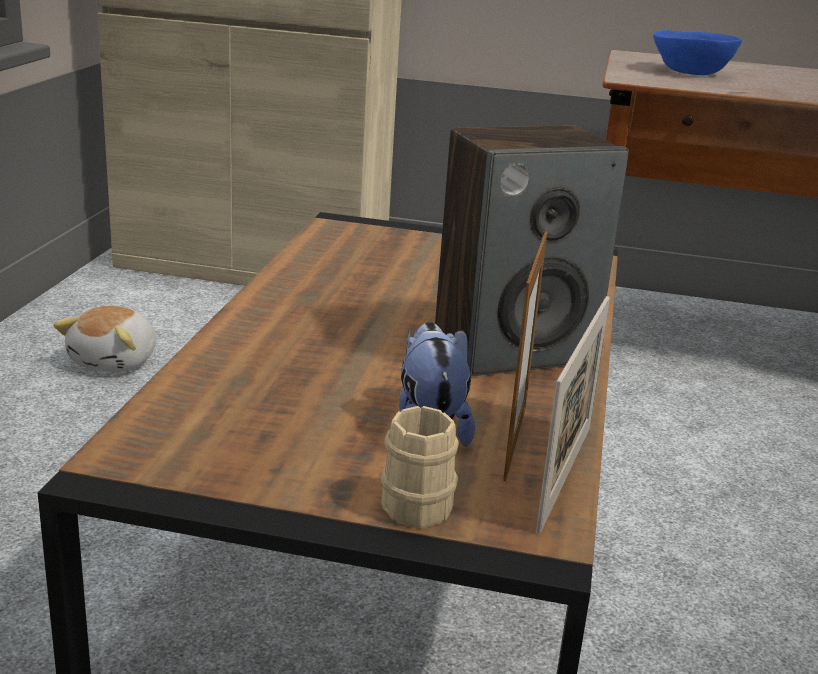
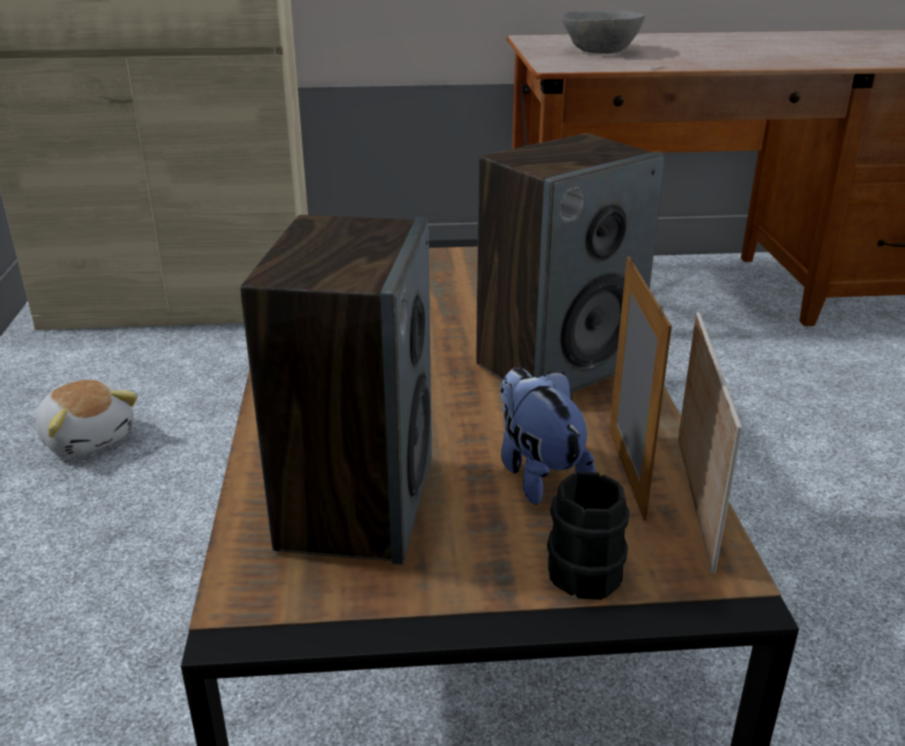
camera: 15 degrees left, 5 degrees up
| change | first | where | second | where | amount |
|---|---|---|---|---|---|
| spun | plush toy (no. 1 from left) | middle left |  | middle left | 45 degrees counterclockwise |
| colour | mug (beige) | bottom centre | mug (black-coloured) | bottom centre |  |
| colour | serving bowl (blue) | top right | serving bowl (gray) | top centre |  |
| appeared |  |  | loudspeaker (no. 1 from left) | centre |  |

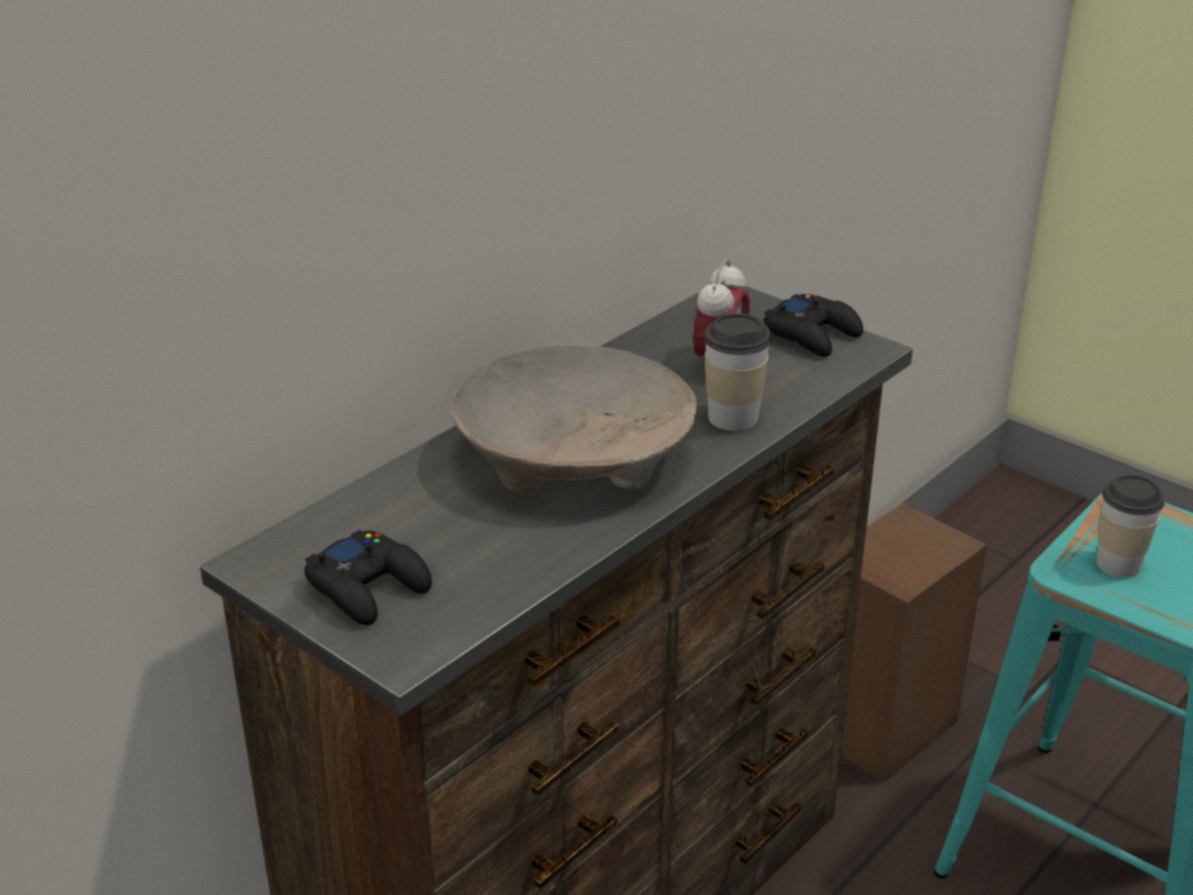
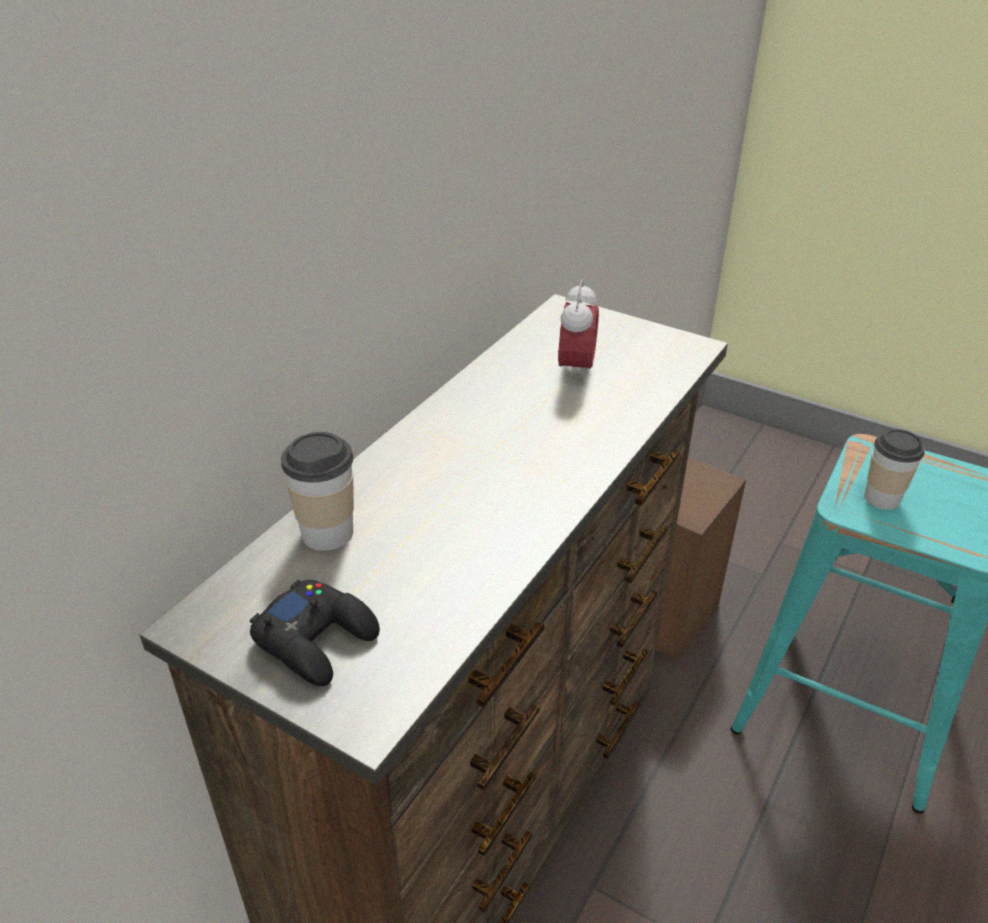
camera: 10 degrees left, 5 degrees up
| change | first | where | second | where | amount |
|---|---|---|---|---|---|
| missing | serving bowl (beige) | centre |  |  |  |
| relocated | small cup (no. 1 from left) | centre |  | middle left |  |
| missing | gamepad (black-coloured) (no. 2 from left) | middle right |  |  |  |

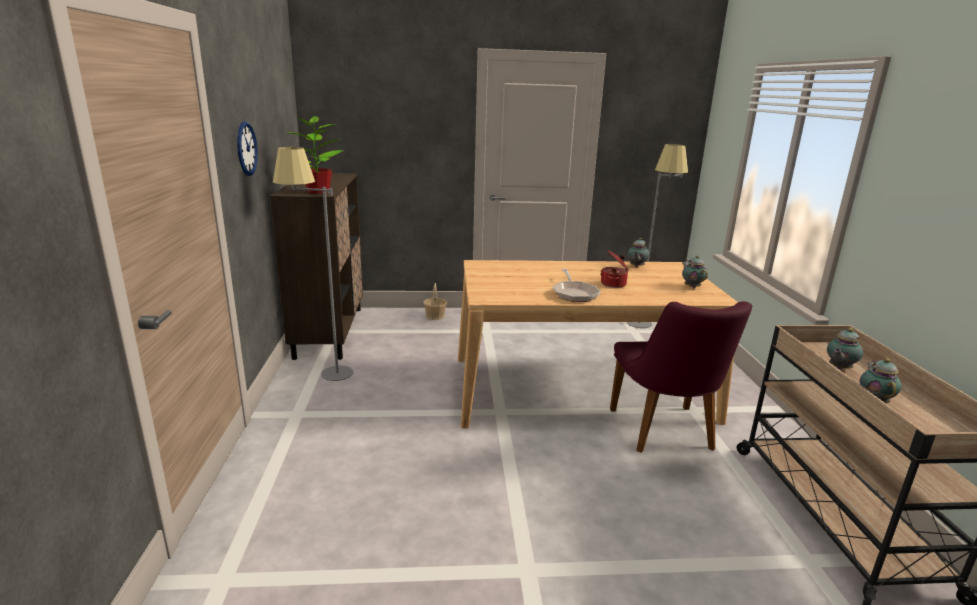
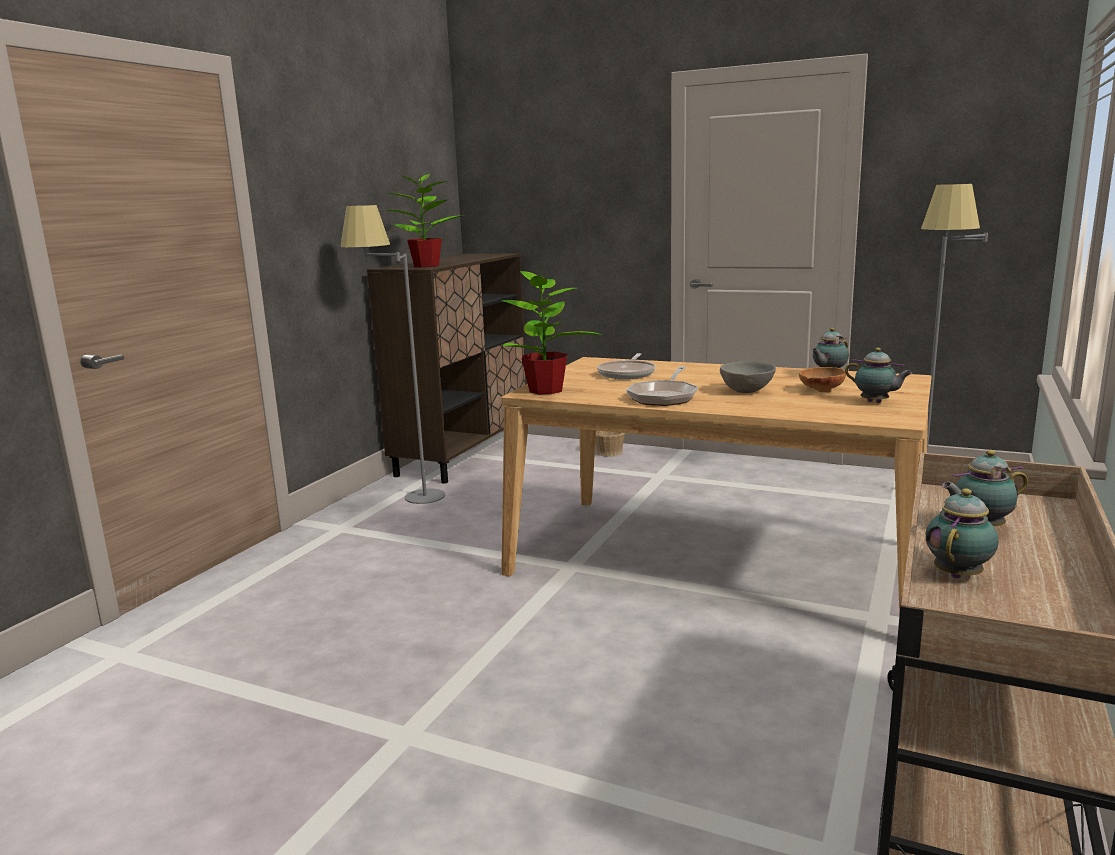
camera: 30 degrees right, 5 degrees down
| change | first | where | second | where | amount |
|---|---|---|---|---|---|
| missing | hanging clock | top left |  |  |  |
| exchanged | cooking pot | centre | serving bowl (gray) | middle right |  |
| missing | plain chair (purple) | middle right |  |  |  |
| spun | teapot (no. 2 from left) | middle right |  | middle right | 120 degrees clockwise |
| appeared |  |  | plant in a pot (no. 2 from left) | centre |  |
| appeared |  |  | frying pan (no. 1 from left) | centre |  |
| appeared |  |  | serving bowl (brownish) | middle right |  |

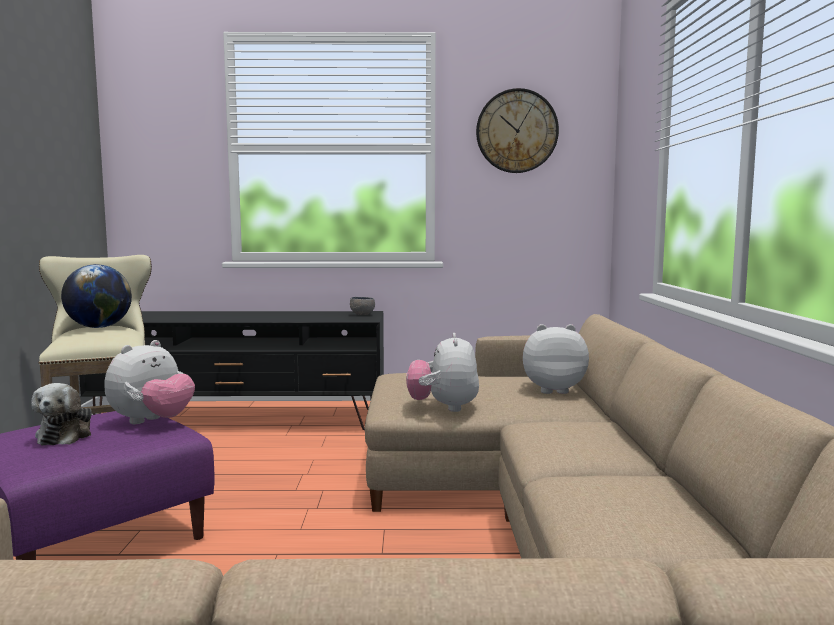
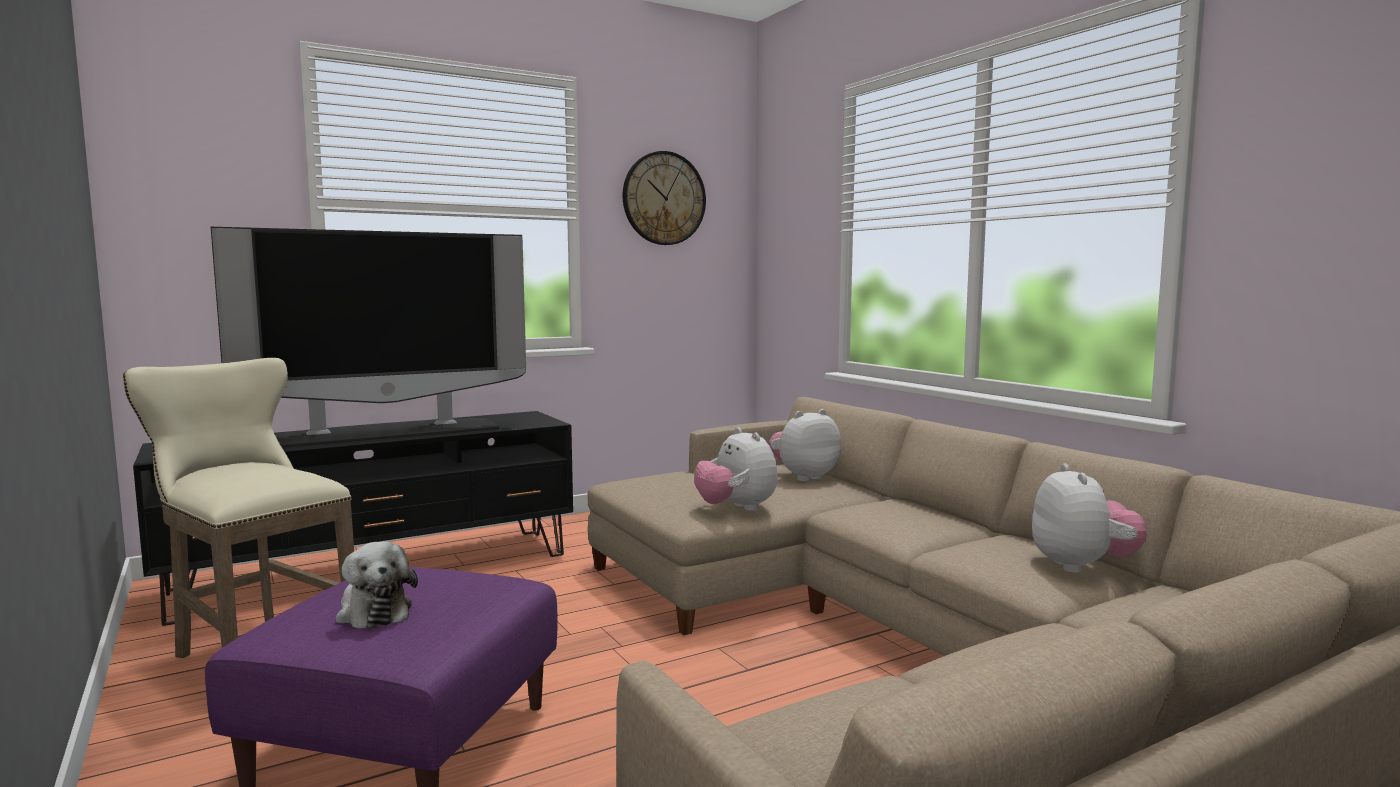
camera: 30 degrees left, 0 degrees up
| change | first | where | second | where | amount |
|---|---|---|---|---|---|
| missing | world globe | middle left |  |  |  |
| relocated | plush toy (no. 2 from left in the first image) | middle left | plush toy (no. 4 from left) | middle right |  |
| missing | serving bowl (gray) | centre |  |  |  |
| appeared |  |  | TV set | middle left |  |

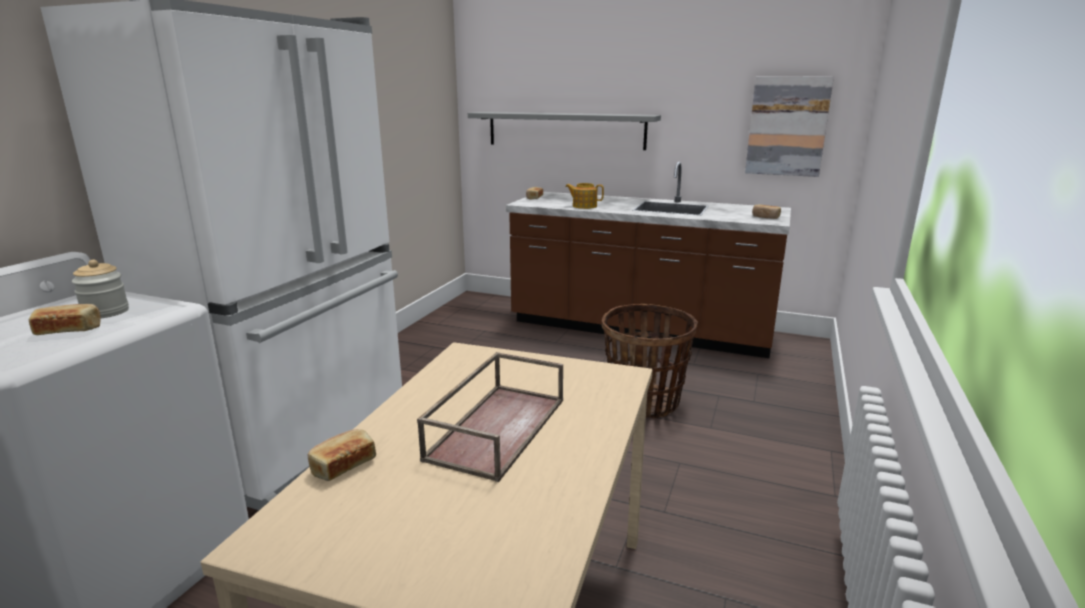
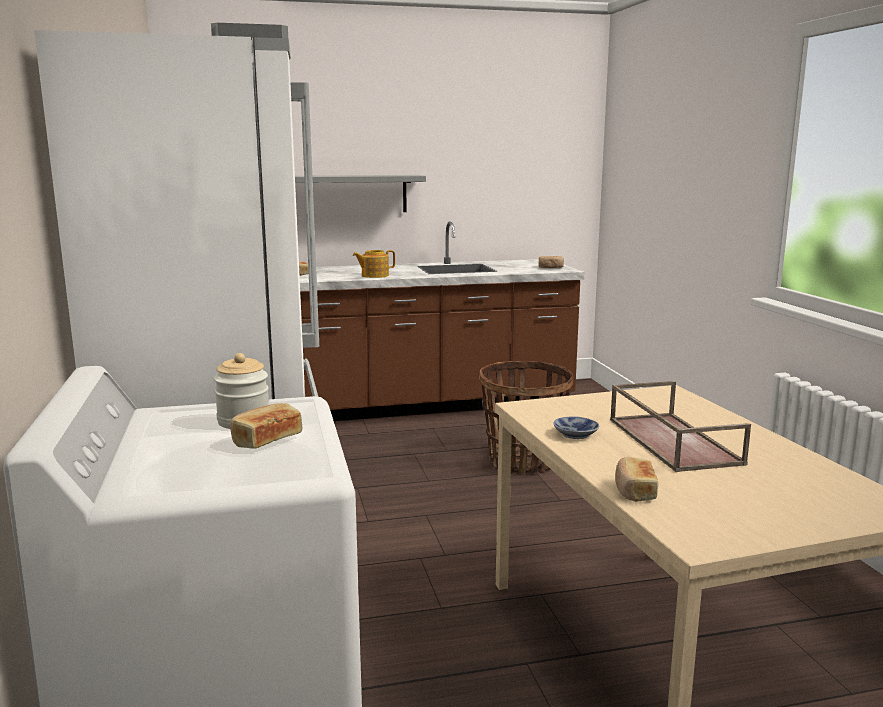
camera: 35 degrees left, 5 degrees down
| change | first | where | second | where | amount |
|---|---|---|---|---|---|
| missing | picture | top right |  |  |  |
| appeared |  |  | serving bowl | centre |  |

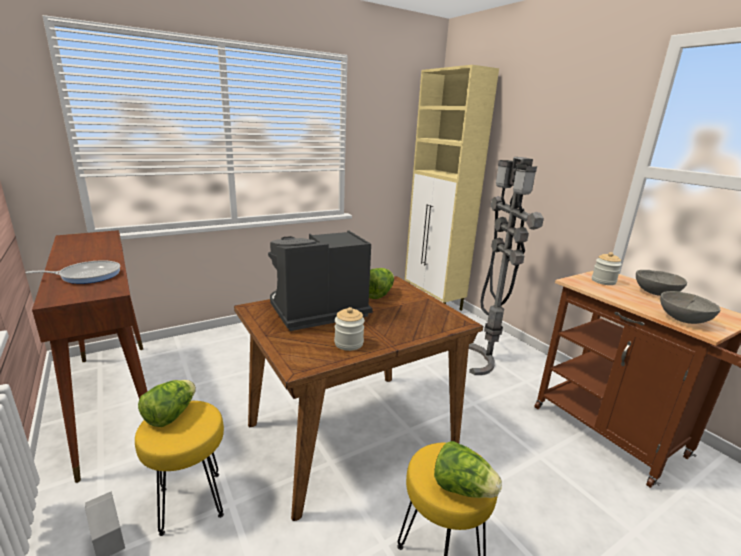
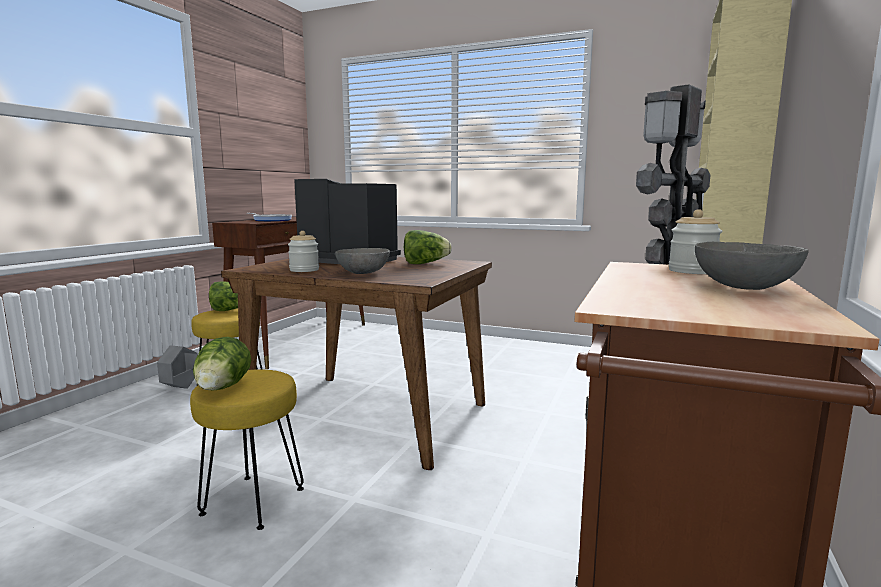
camera: 55 degrees right, 10 degrees down
| change | first | where | second | where | amount |
|---|---|---|---|---|---|
| relocated | serving bowl (gray) (no. 2 from left in the first image) | middle right | serving bowl (gray) (no. 1 from left) | centre |  |

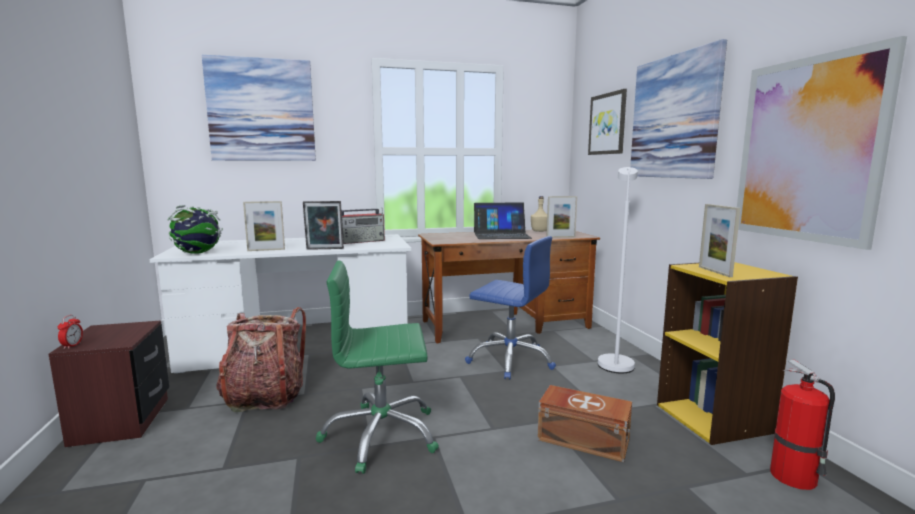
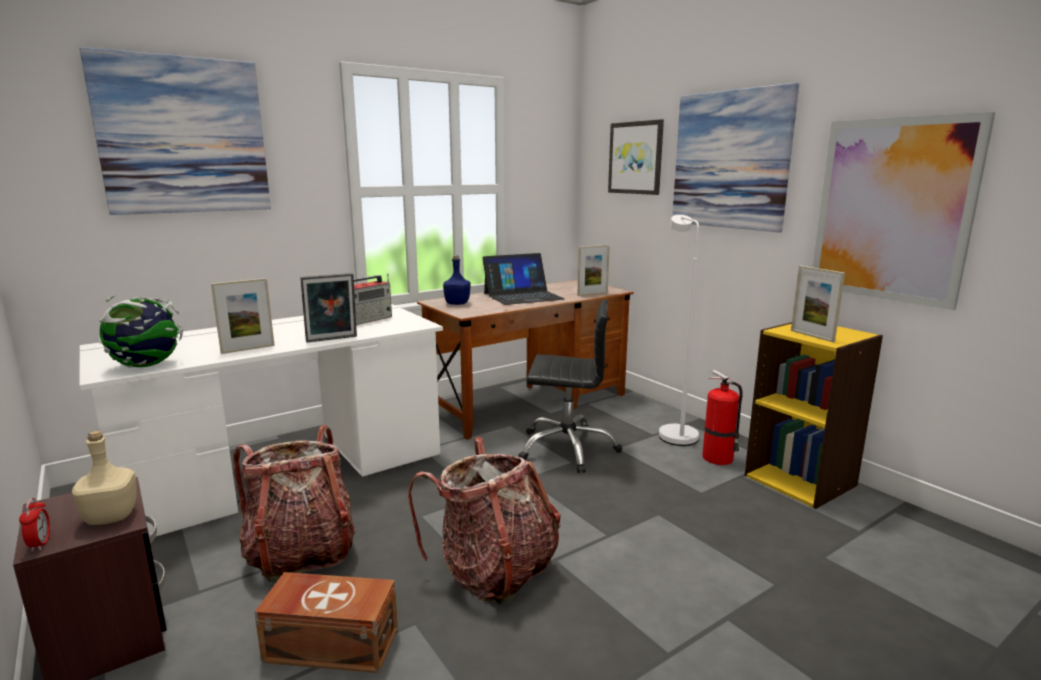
camera: 20 degrees left, 5 degrees up
| change | first | where | second | where | amount |
|---|---|---|---|---|---|
| exchanged | office chair (greenish) | bottom centre | rucksack (no. 2 from left) | bottom centre |  |
| colour | office chair (blue) | centre | office chair (black-coloured) | centre |  |
| relocated | drink bottle (beige) | centre |  | bottom left |  |
| relocated | storage bin (brownish) | bottom centre |  | bottom left |  |
| relocated | extinguisher | bottom right |  | middle right |  |
| appeared |  |  | drink bottle (blue) | centre |  |

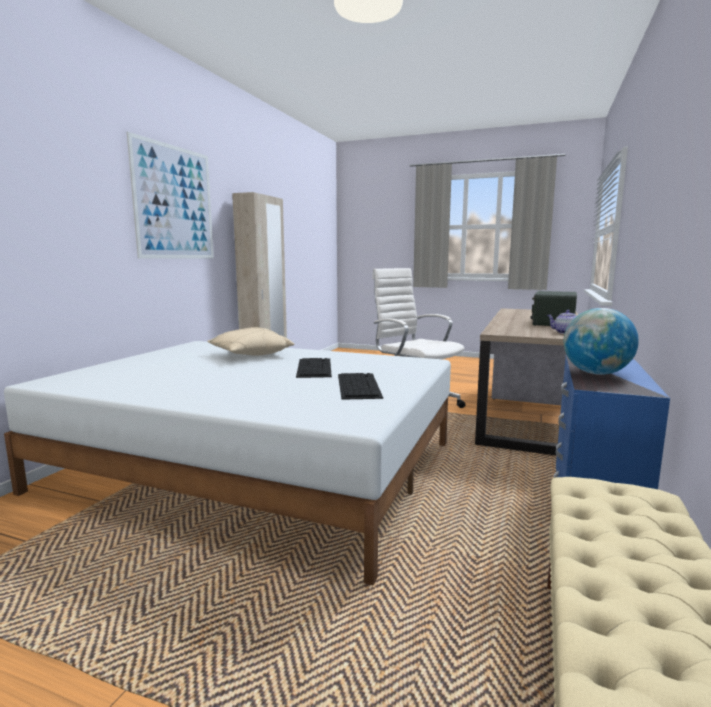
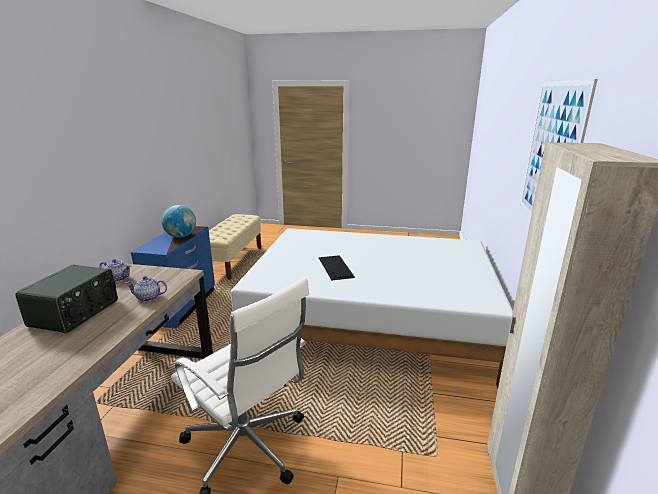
camera: 170 degrees right, 10 degrees up
| change | first | where | second | where | amount |
|---|---|---|---|---|---|
| missing | pillow (beige) | centre |  |  |  |
| missing | PC keyboard (no. 2 from left) | centre |  |  |  |
| appeared |  |  | teapot (no. 2 from left) | middle left |  |

